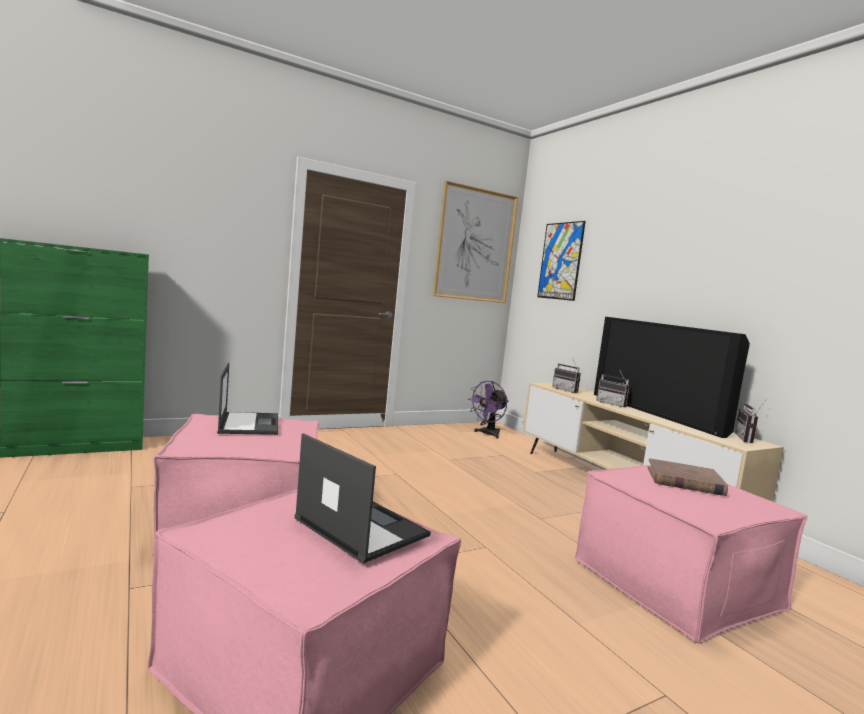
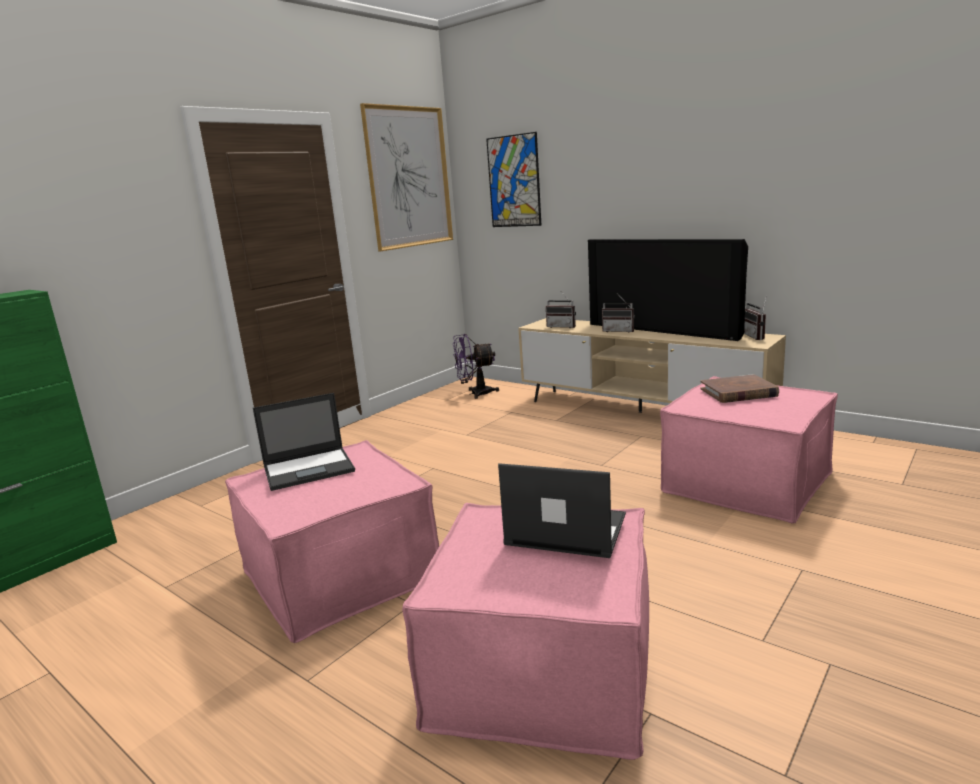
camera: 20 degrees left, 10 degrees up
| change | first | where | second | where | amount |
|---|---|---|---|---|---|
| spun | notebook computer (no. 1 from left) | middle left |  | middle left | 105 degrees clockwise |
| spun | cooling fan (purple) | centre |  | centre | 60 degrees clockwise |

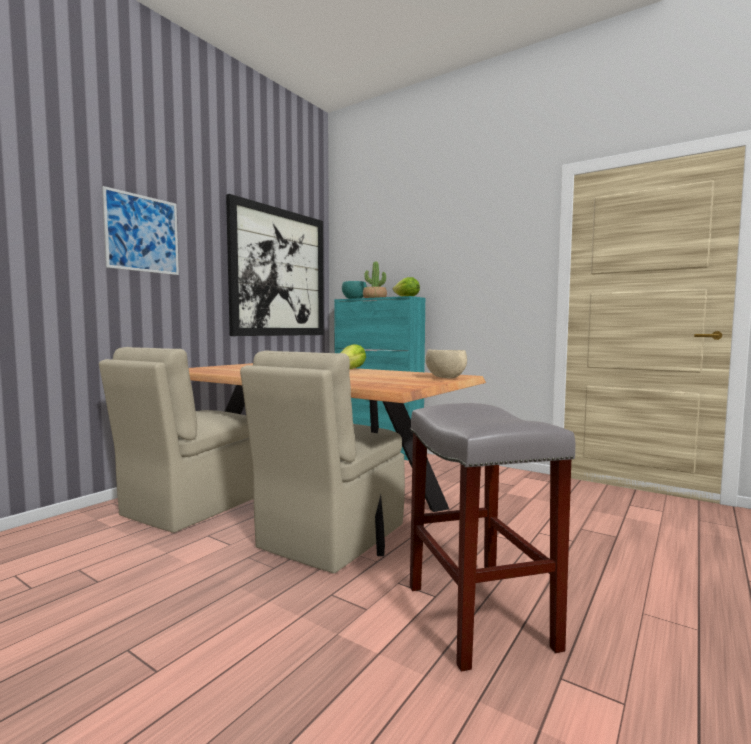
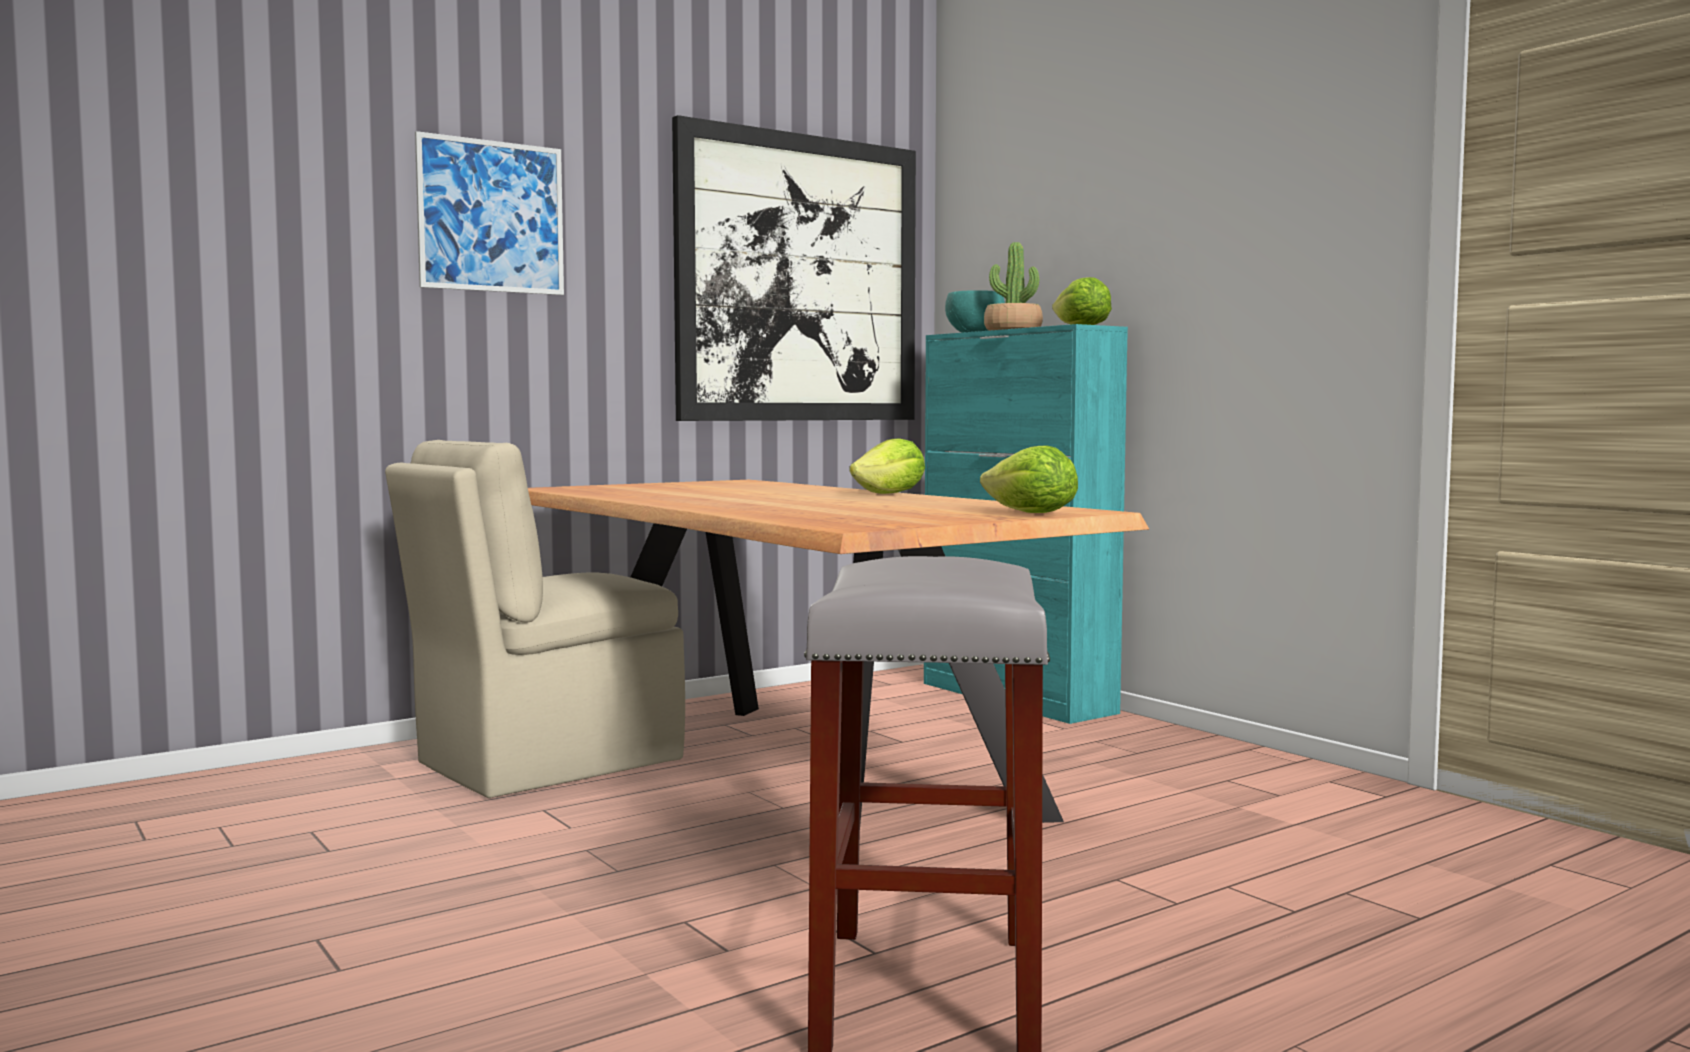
camera: 20 degrees right, 0 degrees up
| change | first | where | second | where | amount |
|---|---|---|---|---|---|
| missing | plain chair (beige) (no. 2 from left) | centre |  |  |  |
| exchanged | serving bowl (beige) | centre | lettuce head (no. 2 from left) | centre |  |

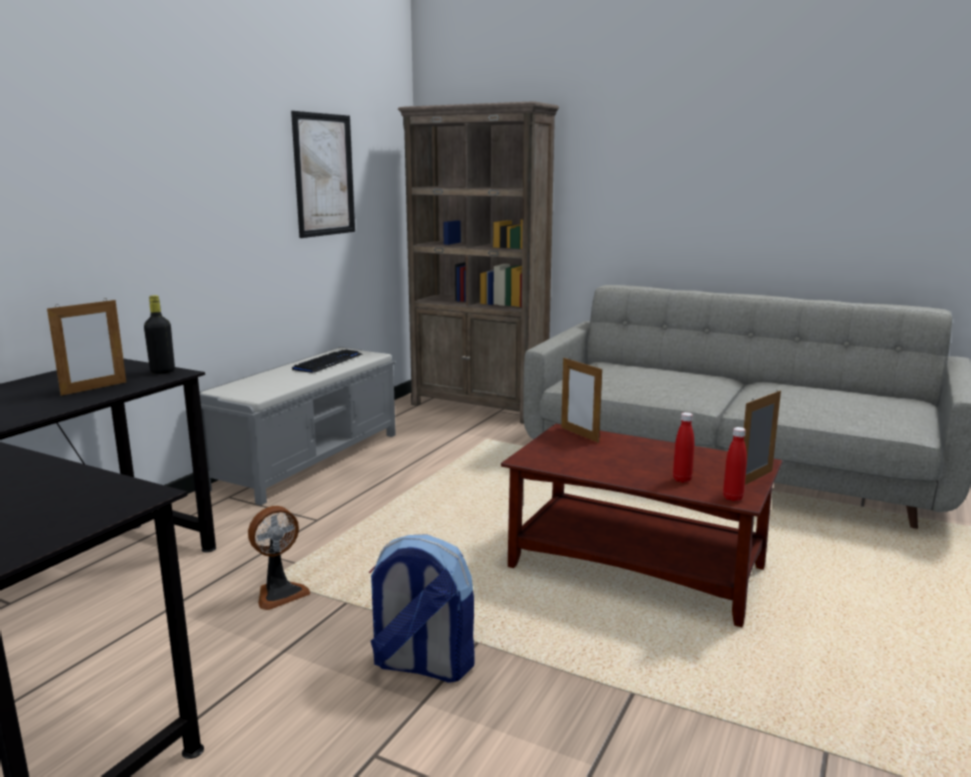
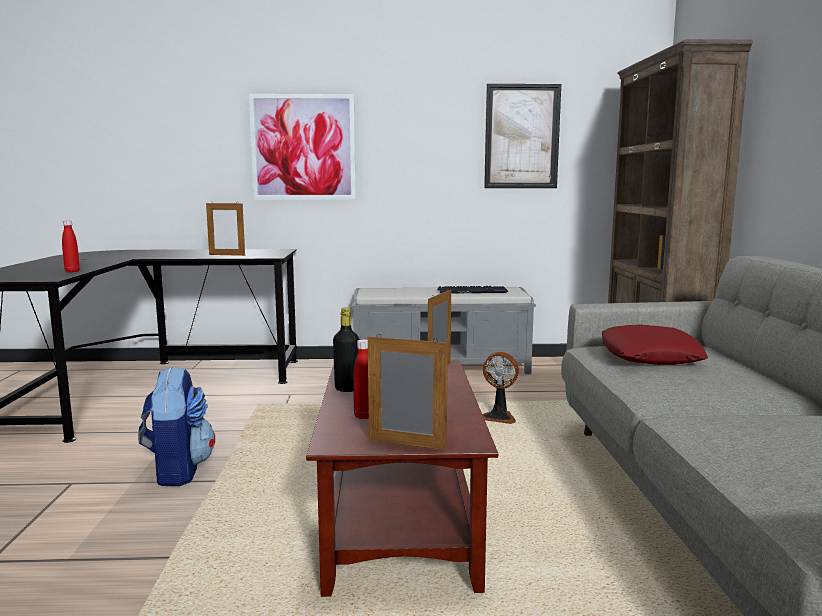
camera: 60 degrees right, 5 degrees down
| change | first | where | second | where | amount |
|---|---|---|---|---|---|
| relocated | drink bottle (black-coloured) | middle left |  | centre |  |
| relocated | cooling fan | bottom left |  | centre |  |
| relocated | drink bottle (red-coloured) (no. 2 from left in the first image) | middle right | drink bottle (red-coloured) (no. 1 from left) | middle left |  |
| appeared |  |  | picture (no. 1 from left) | top centre |  |
| appeared |  |  | pillow (red-coloured) | middle right |  |

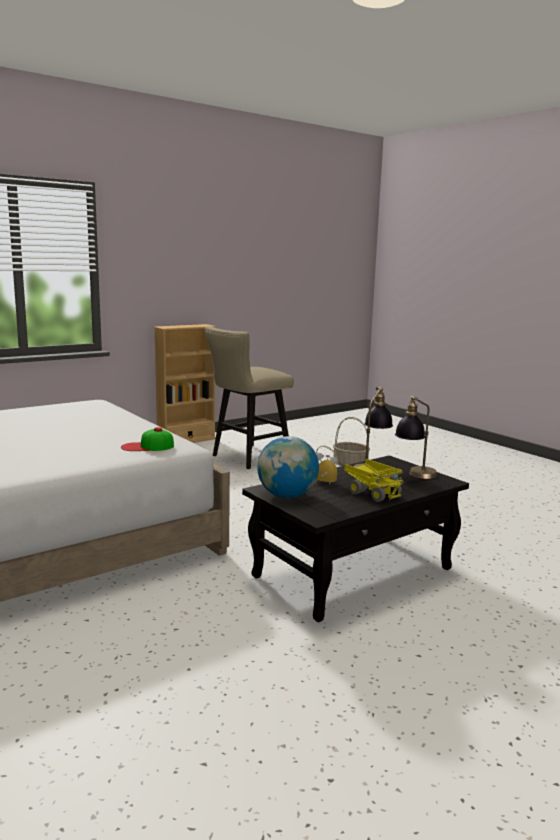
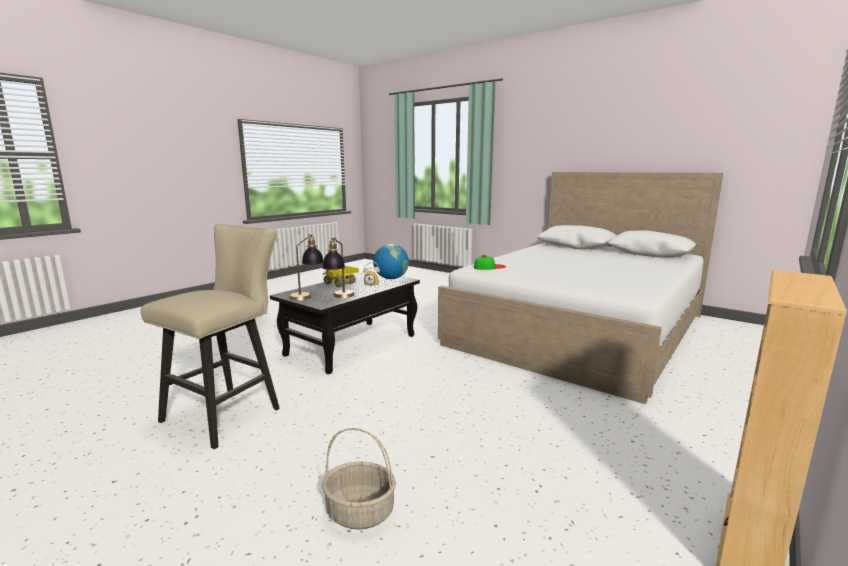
camera: 165 degrees right, 0 degrees up
| change | first | where | second | where | amount |
|---|---|---|---|---|---|
| relocated | sitting stool (beige) | centre |  | middle left |  |

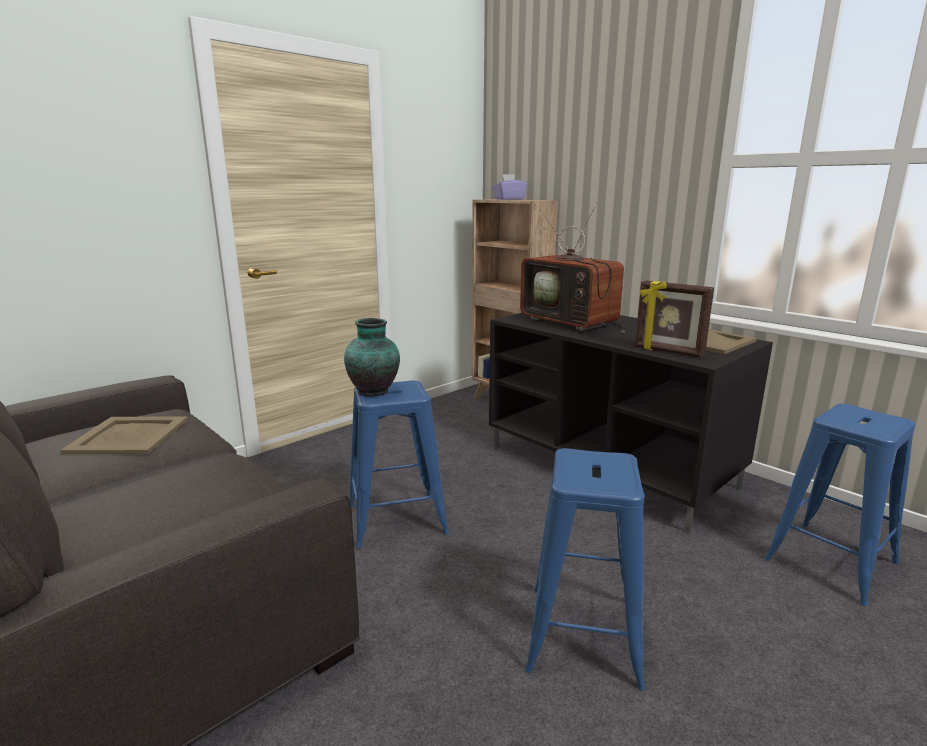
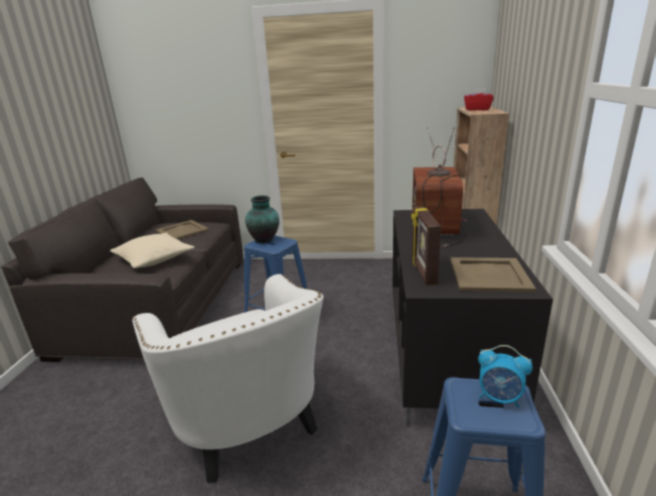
camera: 50 degrees right, 5 degrees up
| change | first | where | second | where | amount |
|---|---|---|---|---|---|
| colour | tissue box (purple) | top centre | tissue box (red-coloured) | top right |  |
| exchanged | sitting stool (blue) (no. 2 from left) | bottom centre | armchair (white) | bottom centre |  |
| appeared |  |  | pillow (beige) | middle left |  |
| appeared |  |  | bedside clock | bottom right |  |

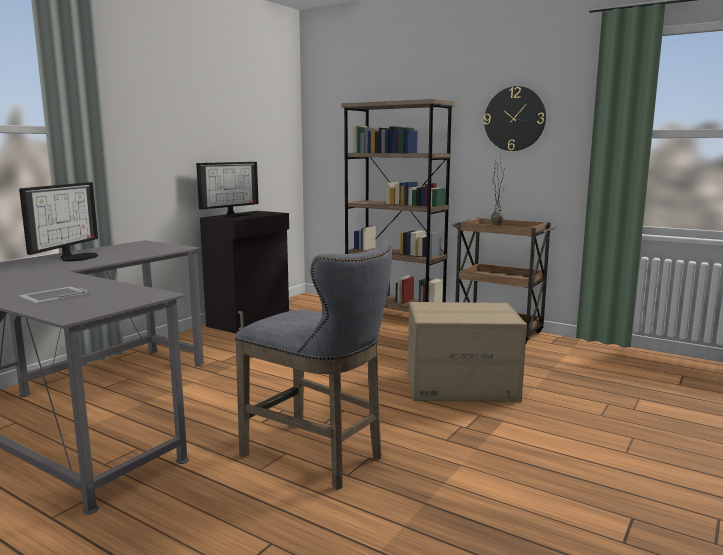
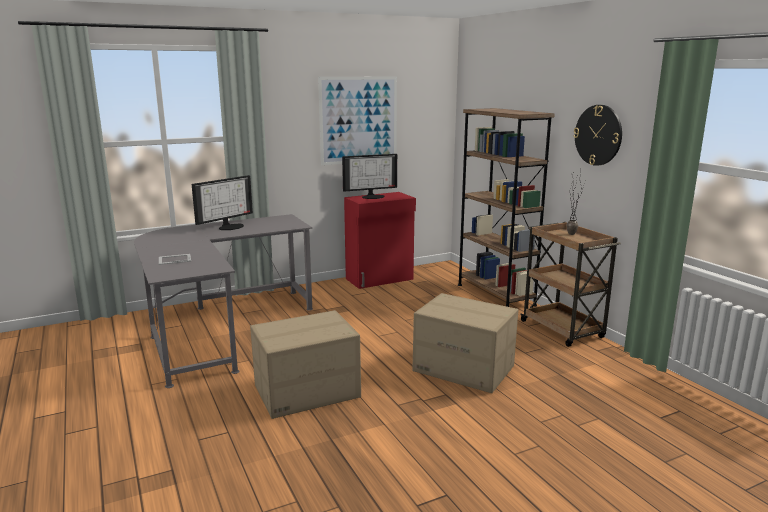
camera: 30 degrees right, 5 degrees up
| change | first | where | second | where | amount |
|---|---|---|---|---|---|
| colour | cupboard (black-coloured) | centre | cupboard (red-coloured) | centre |  |
| exchanged | sitting stool (gray) | centre | carton (no. 1 from left) | bottom centre |  |
| appeared |  |  | picture | top centre |  |

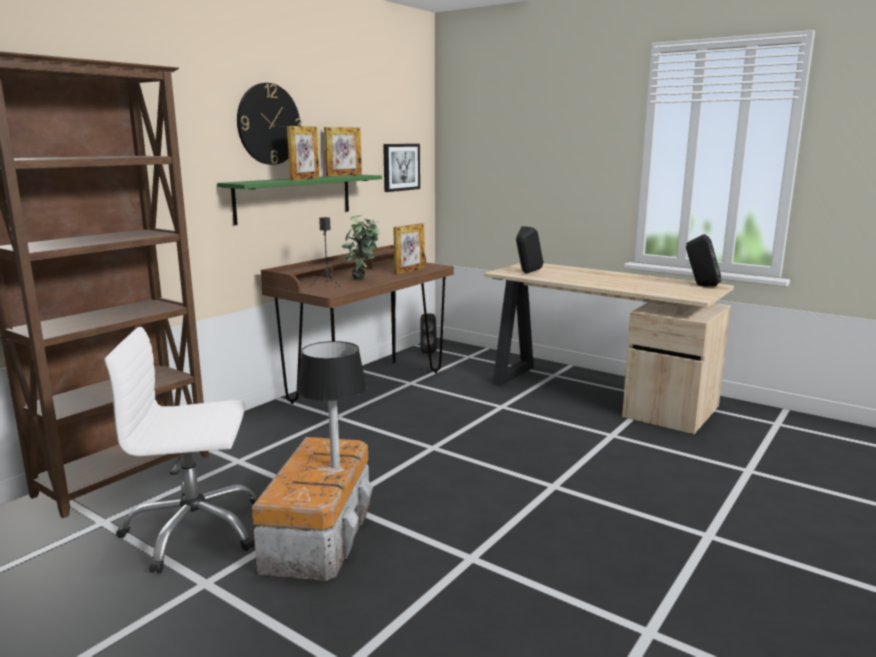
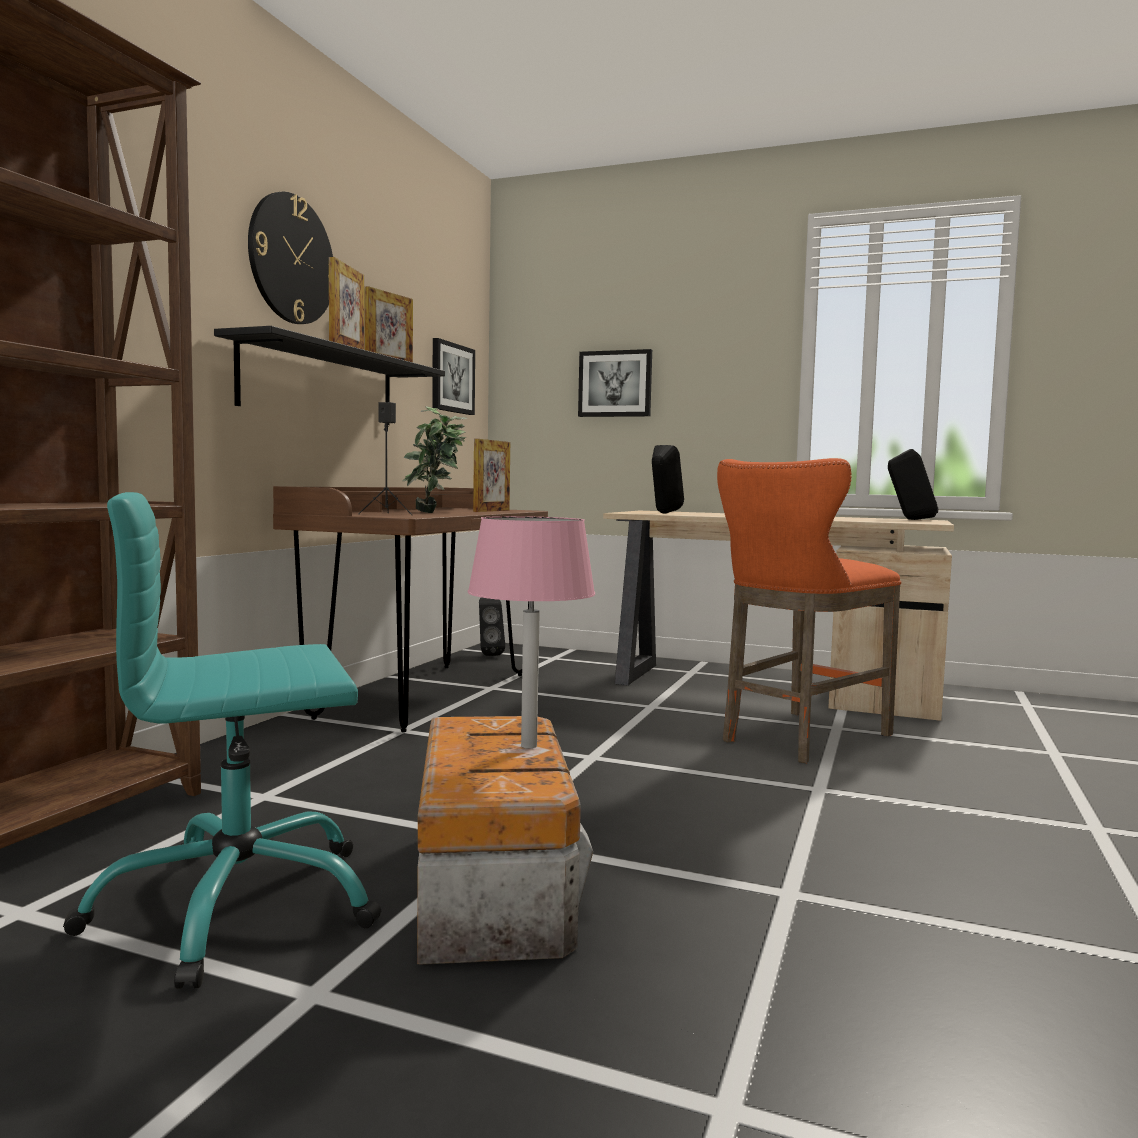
camera: 15 degrees left, 10 degrees down
| change | first | where | second | where | amount |
|---|---|---|---|---|---|
| colour | office chair (white) | bottom left | office chair (turquoise) | middle left |  |
| colour | bracket shelf (greenish) | top centre | bracket shelf (black-coloured) | top left |  |
| colour | table lamp (black-coloured) | centre | table lamp (pink) | centre |  |
| appeared |  |  | picture (no. 2 from left) | centre |  |
| appeared |  |  | sitting stool (orange) | middle right |  |

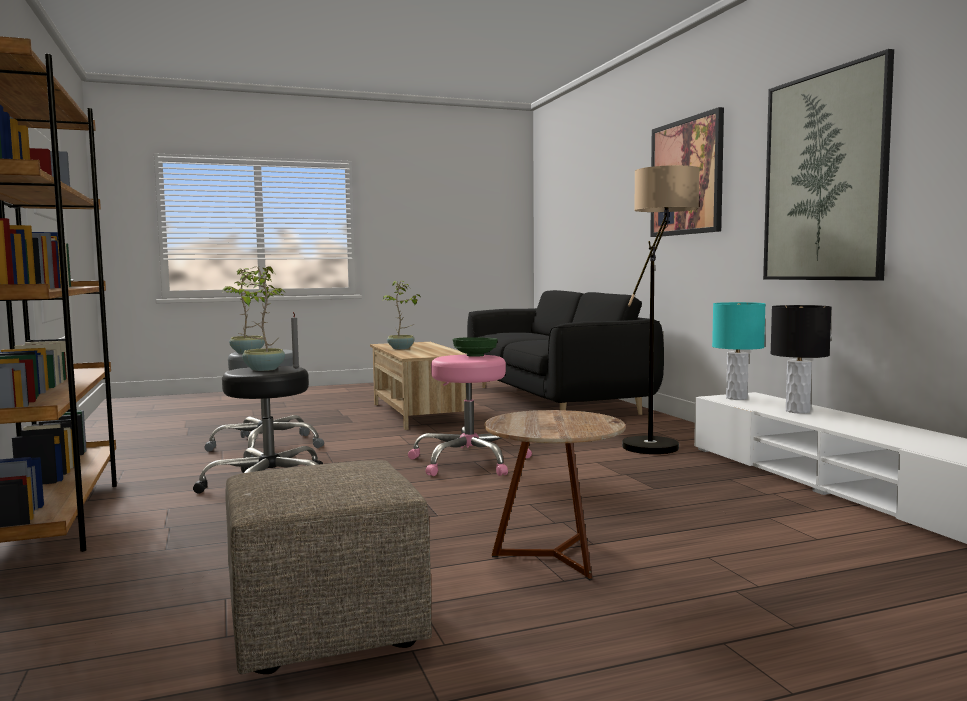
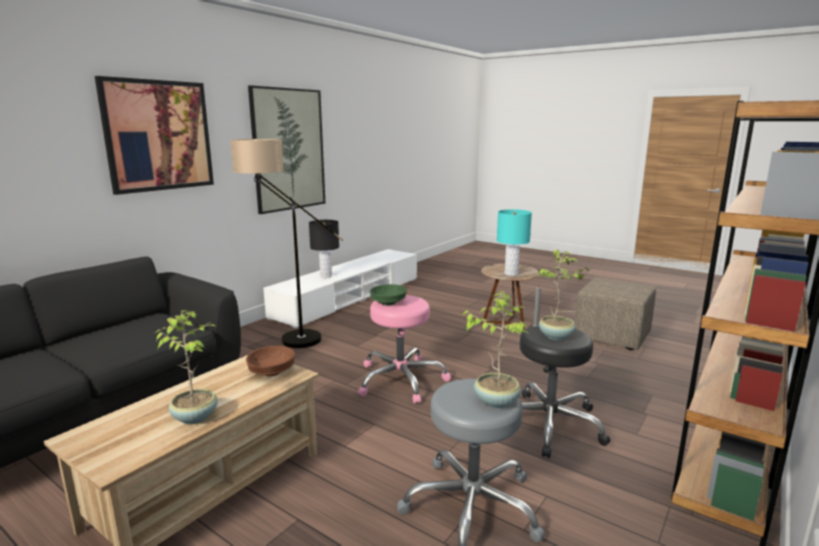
camera: 125 degrees left, 10 degrees up
| change | first | where | second | where | amount |
|---|---|---|---|---|---|
| relocated | table lamp (turquoise) | middle right |  | centre |  |
| appeared |  |  | serving bowl (brownish) | middle left |  |

